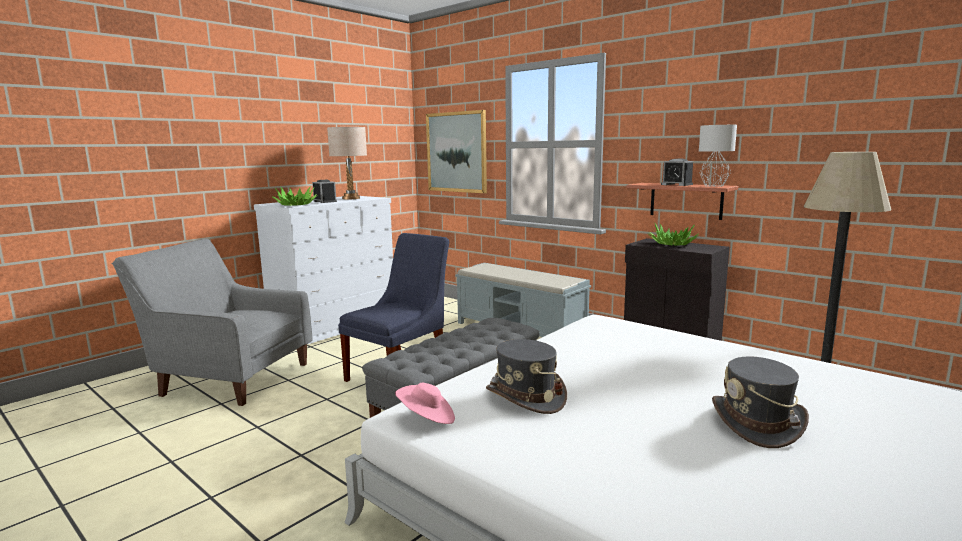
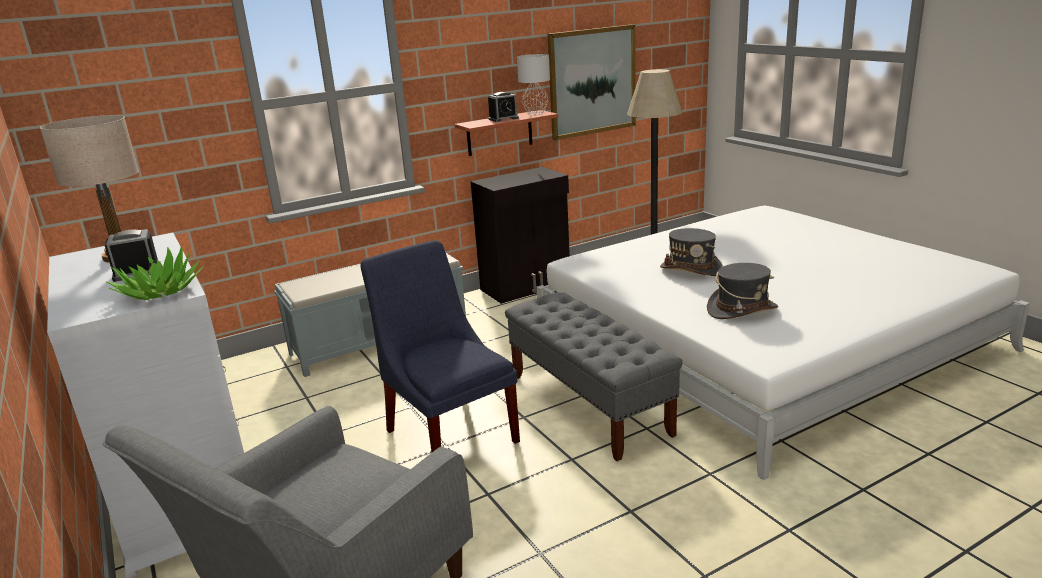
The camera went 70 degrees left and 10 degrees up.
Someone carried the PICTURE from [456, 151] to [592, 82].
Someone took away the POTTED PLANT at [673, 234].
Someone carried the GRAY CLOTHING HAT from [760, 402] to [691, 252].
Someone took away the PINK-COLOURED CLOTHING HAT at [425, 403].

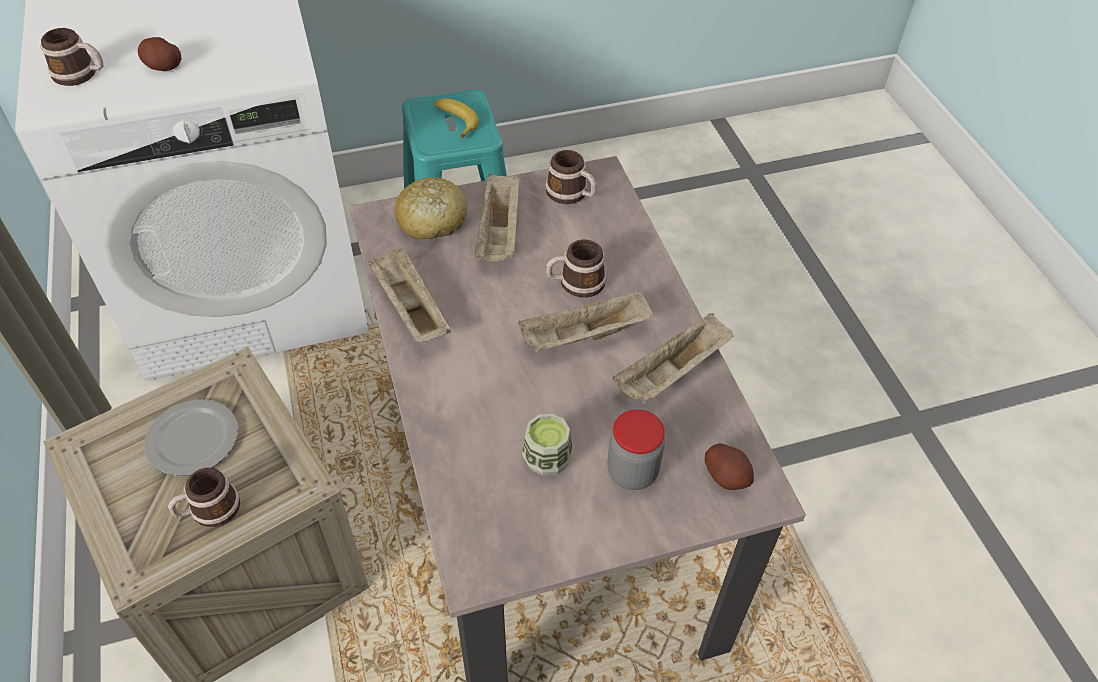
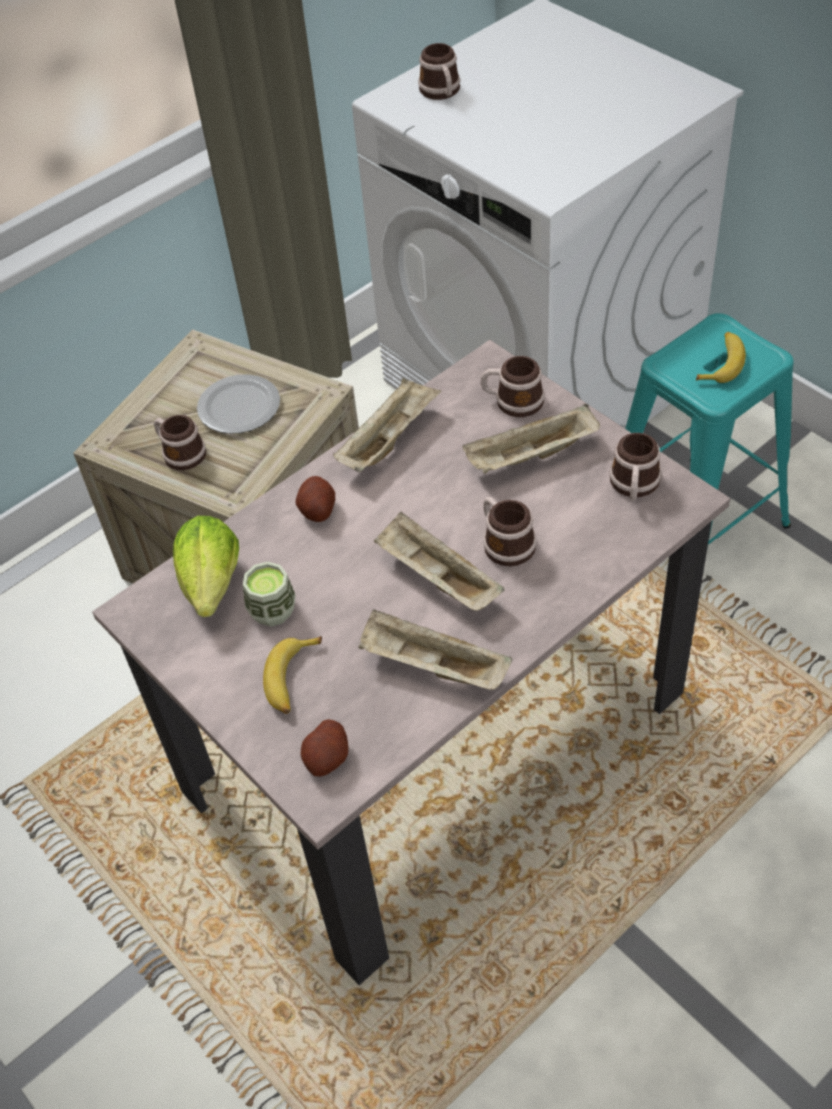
The camera went 70 degrees right and 0 degrees up.
Someone carried the WHOLE POTATO from [160, 54] to [315, 499].
Someone swapped the BAKED BREAD at [431, 208] for the MUG at [513, 386].
Someone swapped the STORAGE JAR at [636, 450] for the BANANA at [292, 675].
Someone put down the HEAD OF LETTUCE at [206, 566].

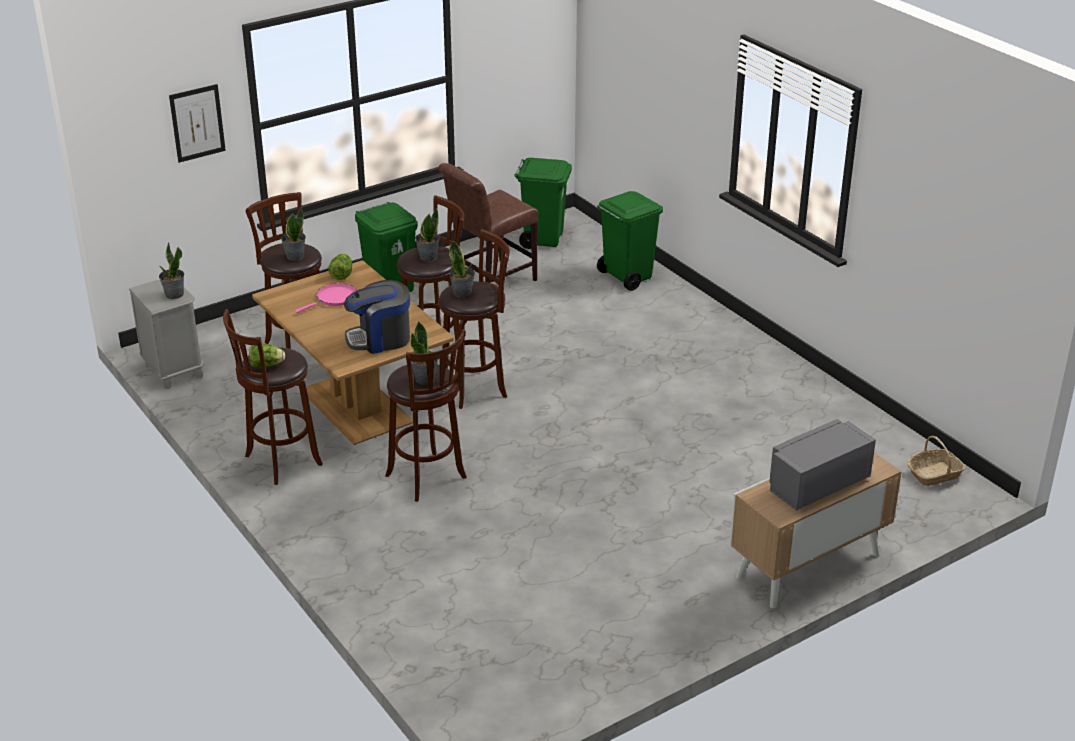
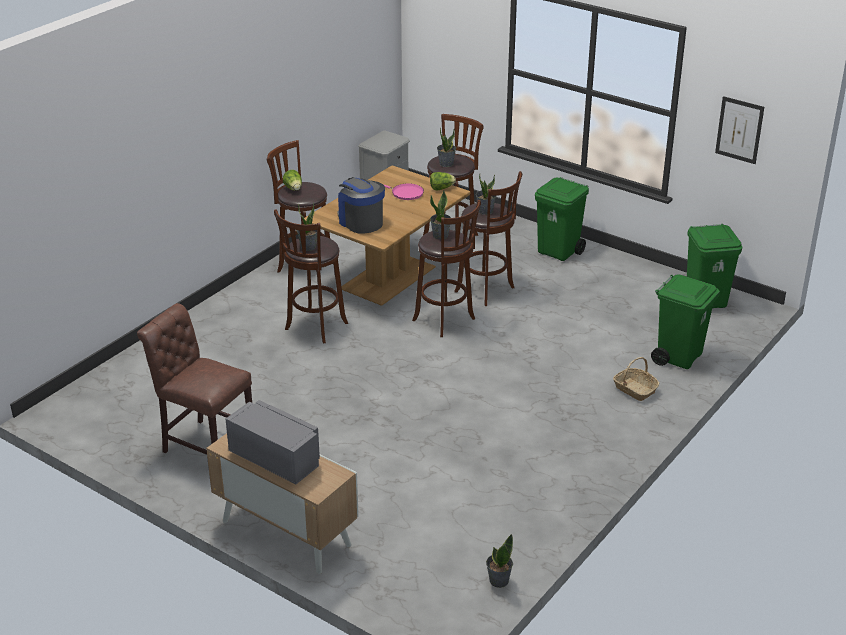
The camera went 70 degrees right and 0 degrees up.
Someone carried the PICTURE from [197, 123] to [739, 130].
Someone carried the BROWN UPRIGHT CHAIR from [488, 223] to [194, 379].
Someone carried the POTTED PLANT from [171, 271] to [499, 561].
Someone carried the BASKET from [936, 461] to [636, 379].

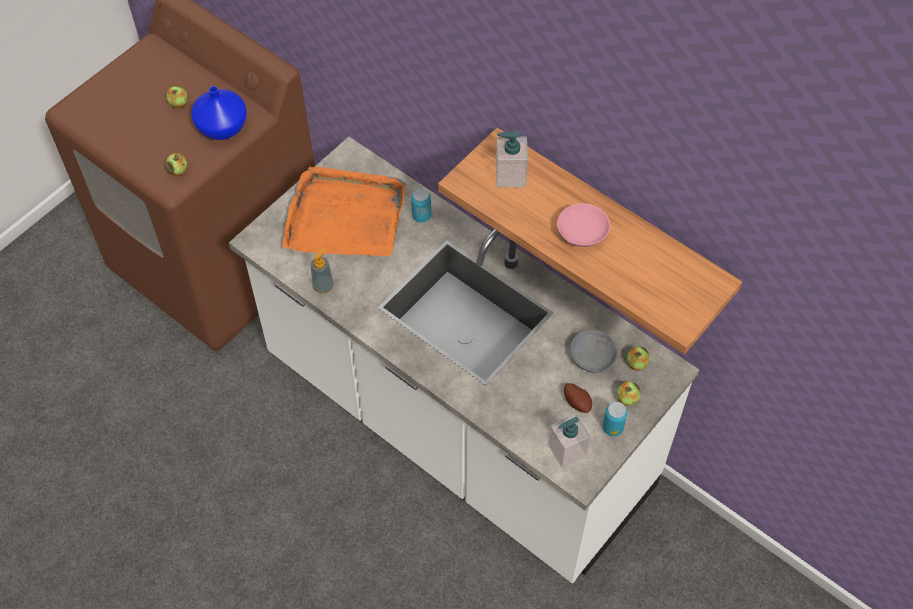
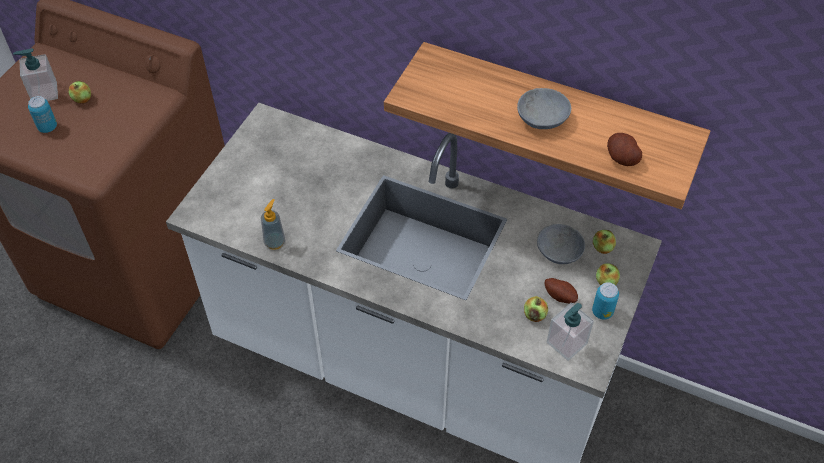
The camera went 15 degrees left and 5 degrees down.
Someone took away the BLUE-COLOURED DECORATIVE VASE at [219, 113].
Someone carried the SOAP DISPENSER from [512, 159] to [35, 74].
Someone carried the APPLE from [176, 164] to [536, 309].
Someone took away the ORANGE-COLOURED CARRYING TRAY at [344, 211].
Someone carried the SEALED CAN from [421, 205] to [42, 114].
Someone repainted the PINK-COLOURED BOWL at [583, 225], which became the GRAY BOWL at [544, 108].
Someone put down the WHOLE POTATO at [624, 149].

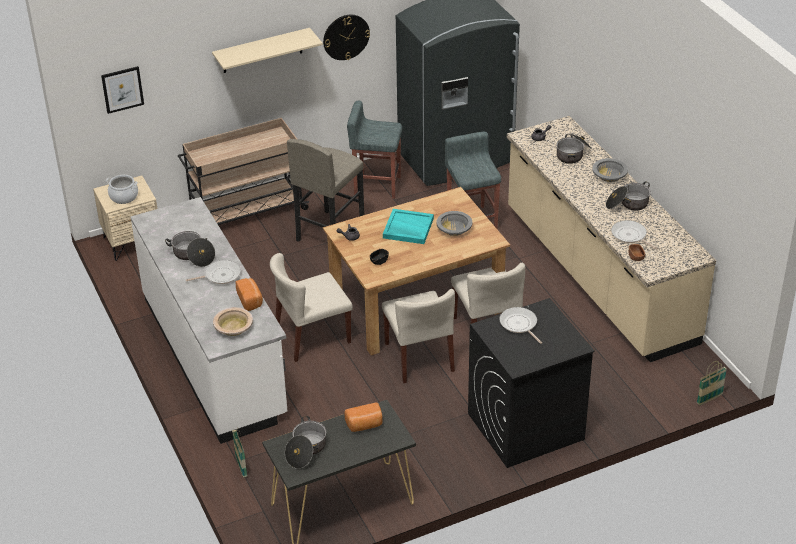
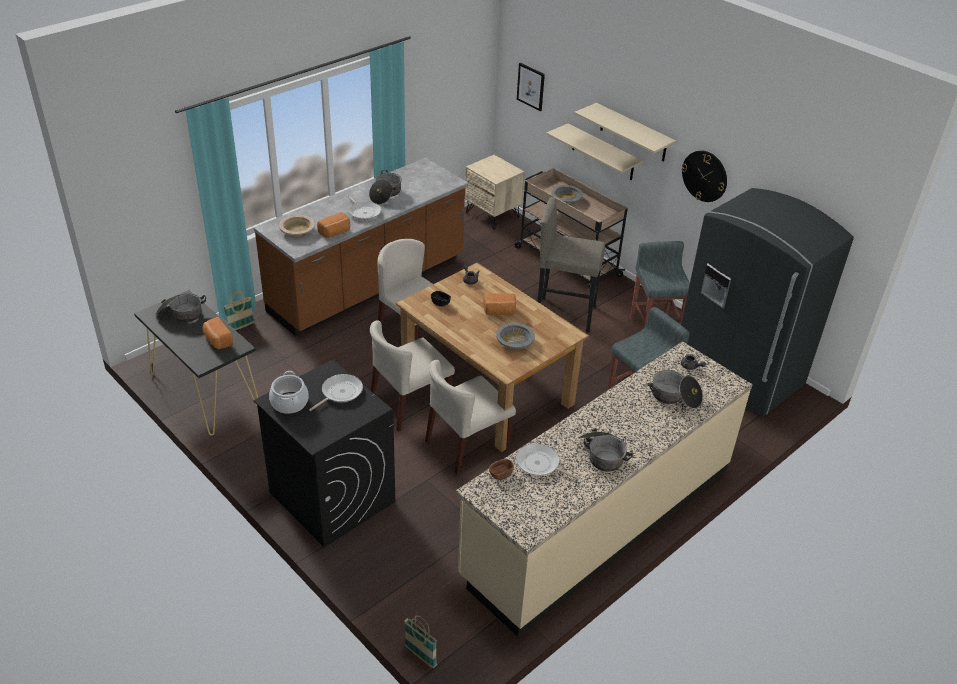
The camera went 70 degrees right and 0 degrees up.
Someone carried the GRAY BOWL from [610, 170] to [567, 195].
Someone carried the COOKING POT from [122, 189] to [289, 392].
Someone repainted the WHITE-COLOURED KITCHEN COUNTER at [208, 320], which became the BROWN KITCHEN COUNTER at [361, 247].
Someone swapped the TURQUOISE-COLOURED CARRYING TRAY at [408, 226] for the BAKED BREAD at [499, 304].
Someone rotated the SKILLET at [634, 235] by 90 degrees counterclockwise.
Someone put up the BEIGE SHELF at [594, 151].

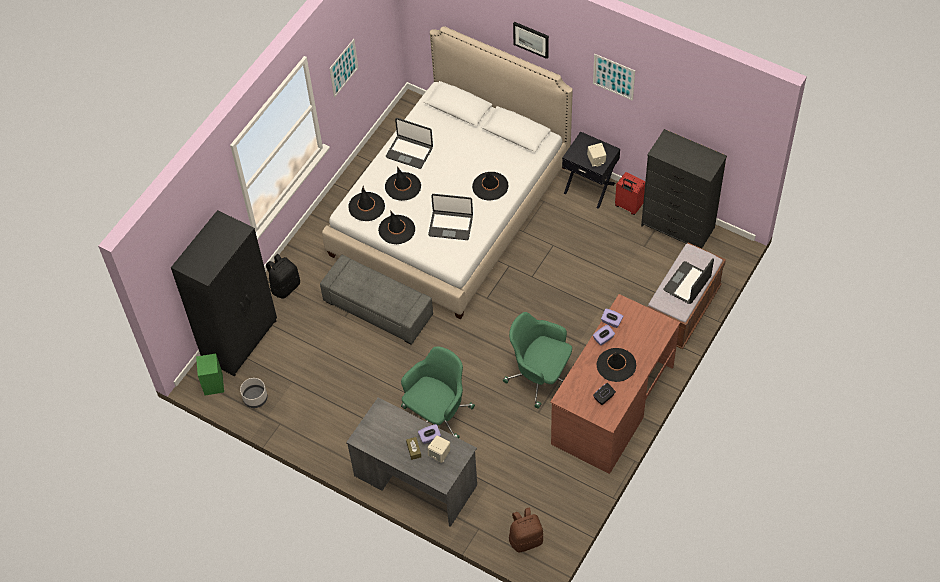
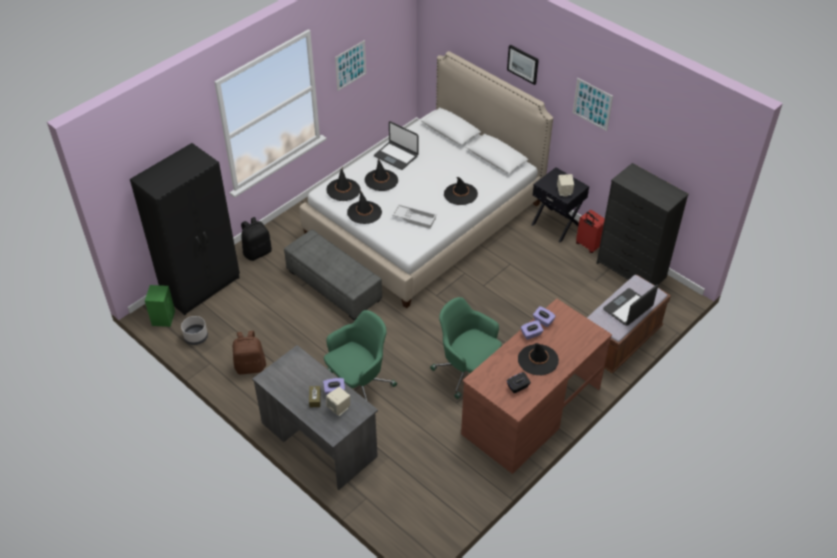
The camera went 10 degrees right and 10 degrees down.
Someone swapped the PORTABLE COMPUTER at [450, 217] for the WHITE-COLOURED CARRYING TRAY at [414, 216].
Someone carried the BROWN RUCKSACK from [526, 530] to [249, 352].

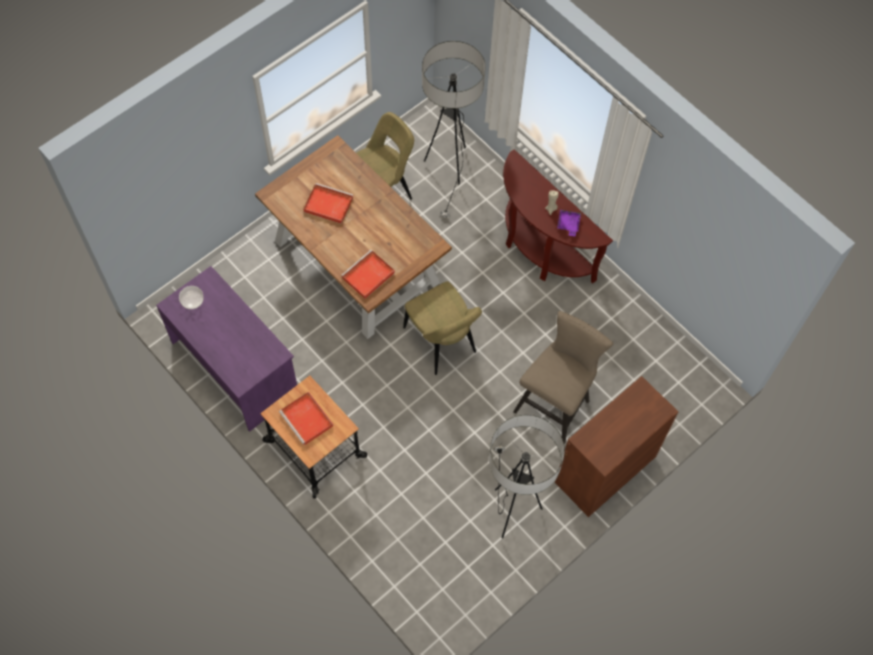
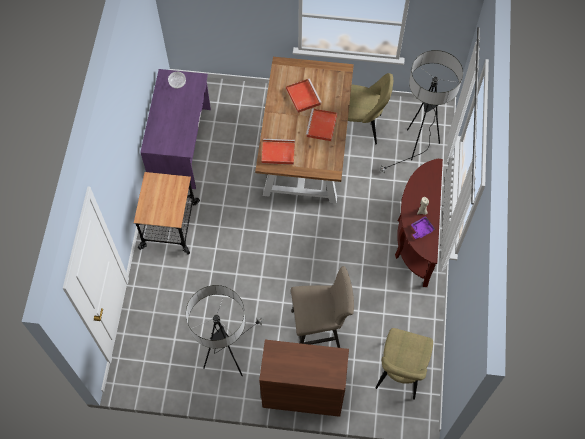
The camera went 50 degrees right and 0 degrees up.
Someone carried the BEIGE UPRIGHT CHAIR from [442, 328] to [404, 364].
Someone carried the REDDISH CARRYING TRAY from [306, 418] to [321, 124].

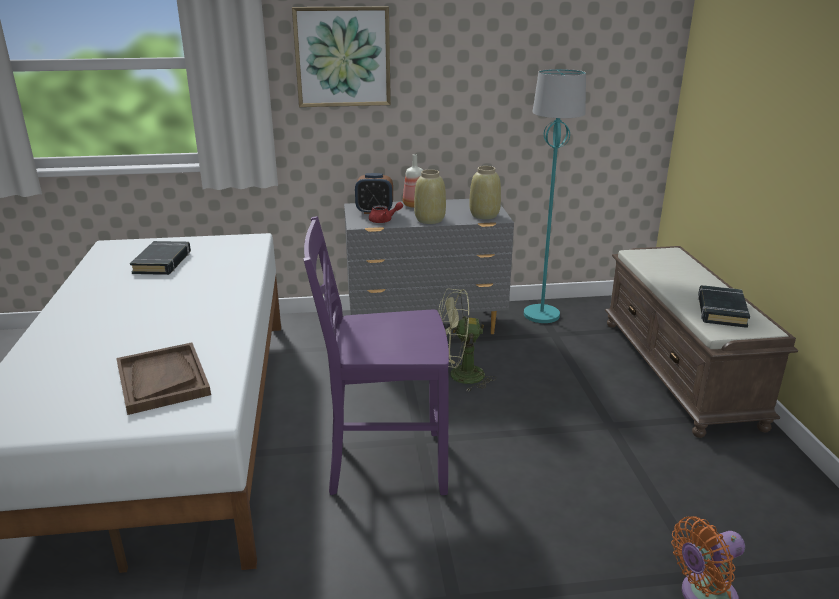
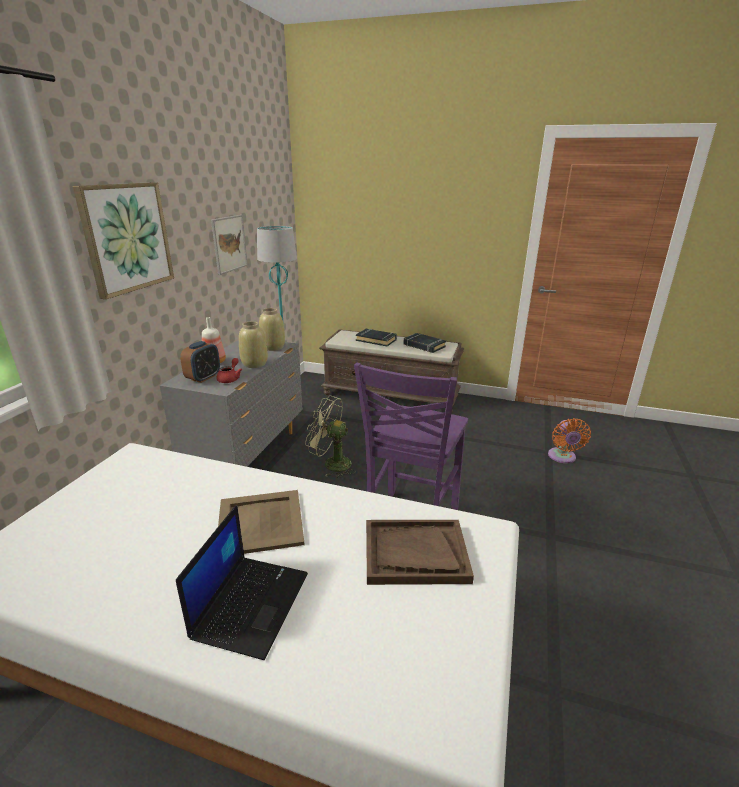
The camera went 65 degrees left and 0 degrees up.
Someone carried the BLACK VOLUME from [160, 258] to [376, 337].
Someone rotated the GREENISH ELECTRIC FAN at [467, 340] by 90 degrees clockwise.
Someone put up the PICTURE at [229, 245].
Someone put down the BEIGE CARRYING TRAY at [261, 522].
Someone put down the PORTABLE COMPUTER at [242, 582].

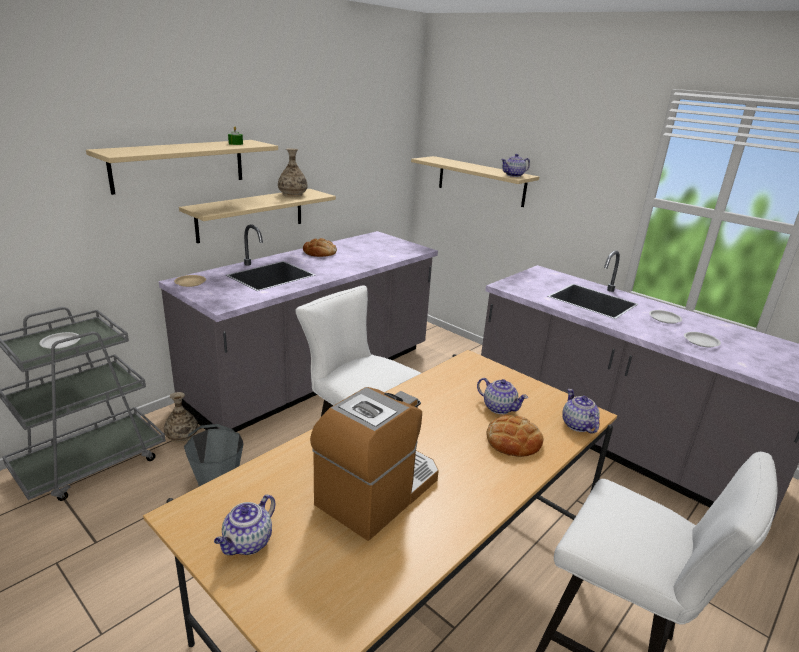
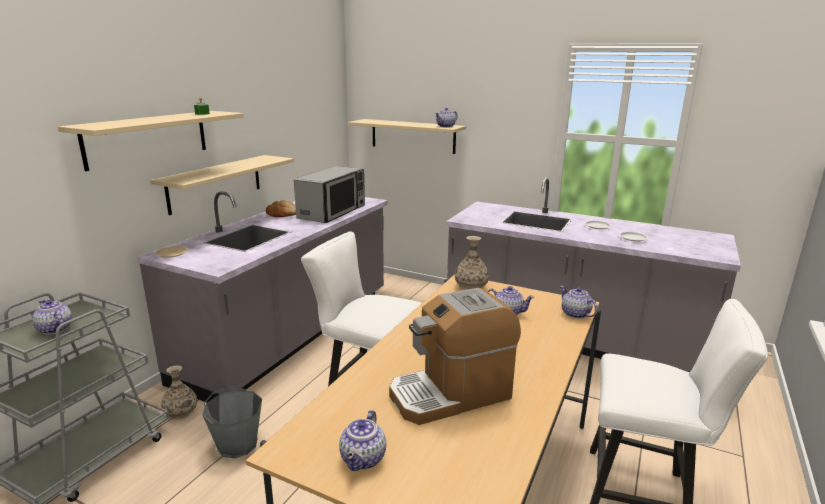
The camera went 15 degrees left and 5 degrees down.
Someone carried the DECORATIVE VASE from [293, 172] to [472, 263].
Someone swapped the WHITE-COLOURED PLATE at [59, 340] for the TEAPOT at [52, 317].
Someone rotated the COFFEE MACHINE at [374, 464] by 135 degrees counterclockwise.
Someone took away the BAKED BREAD at [514, 436].
Someone put down the KITCHEN MICROWAVE at [329, 194].

